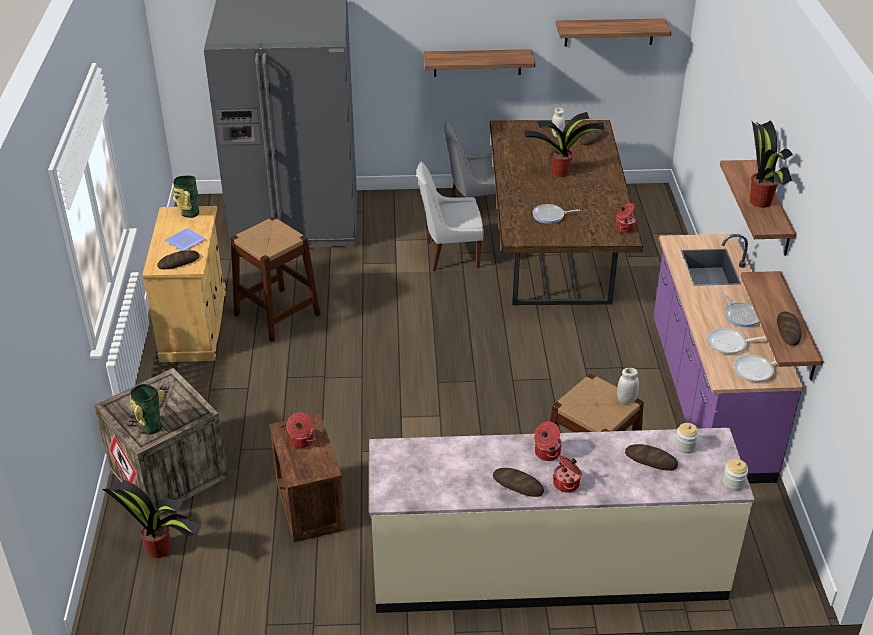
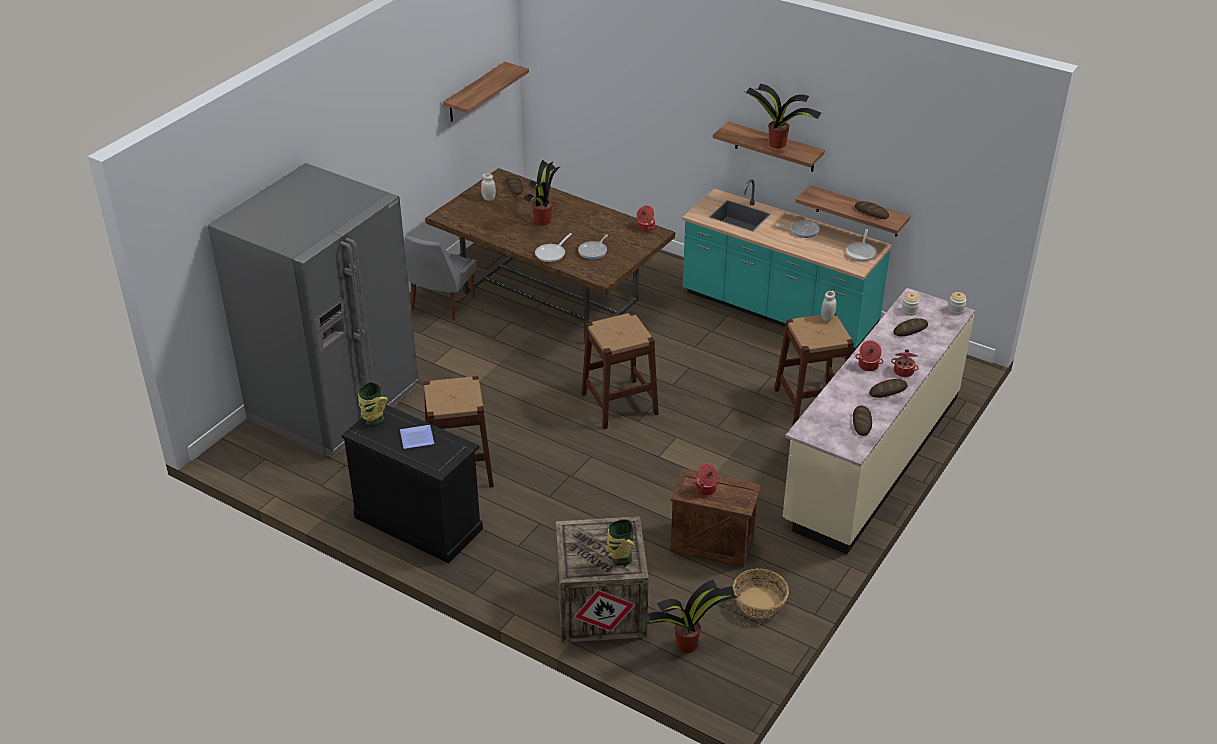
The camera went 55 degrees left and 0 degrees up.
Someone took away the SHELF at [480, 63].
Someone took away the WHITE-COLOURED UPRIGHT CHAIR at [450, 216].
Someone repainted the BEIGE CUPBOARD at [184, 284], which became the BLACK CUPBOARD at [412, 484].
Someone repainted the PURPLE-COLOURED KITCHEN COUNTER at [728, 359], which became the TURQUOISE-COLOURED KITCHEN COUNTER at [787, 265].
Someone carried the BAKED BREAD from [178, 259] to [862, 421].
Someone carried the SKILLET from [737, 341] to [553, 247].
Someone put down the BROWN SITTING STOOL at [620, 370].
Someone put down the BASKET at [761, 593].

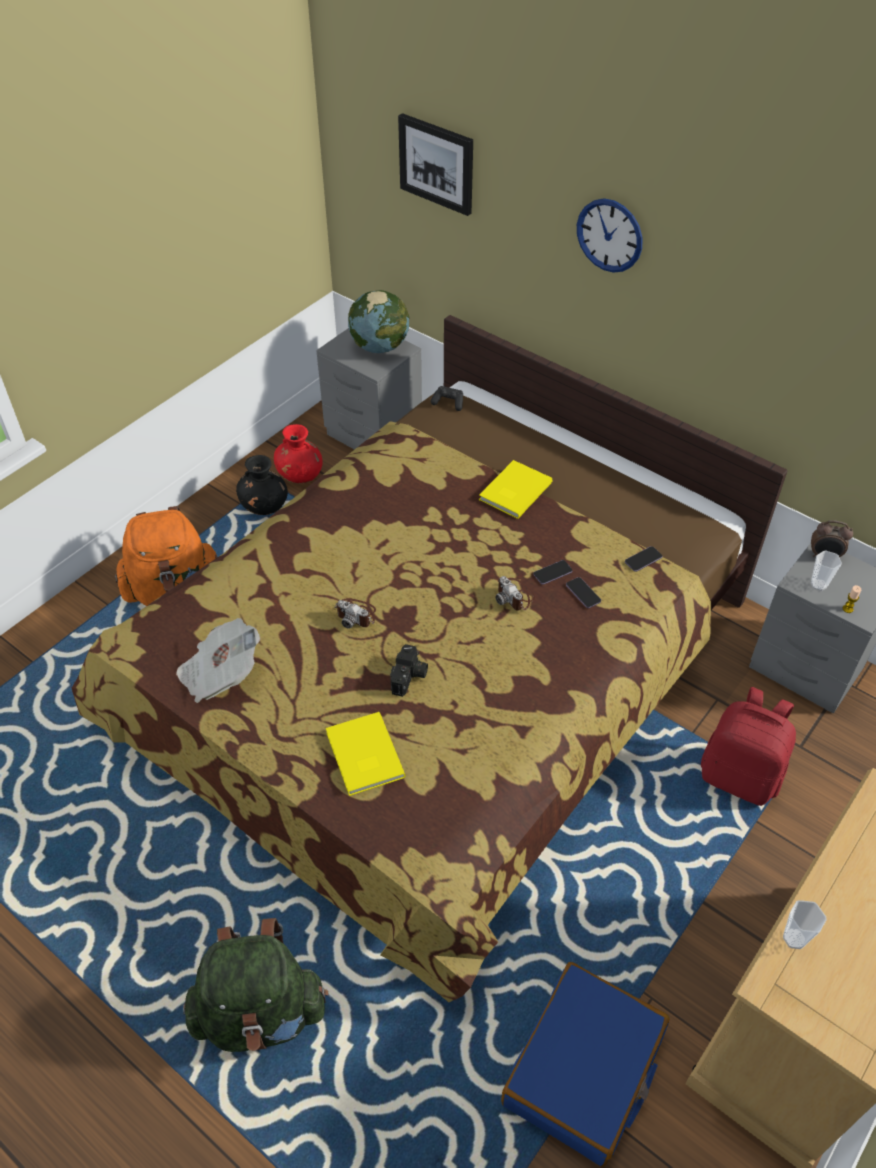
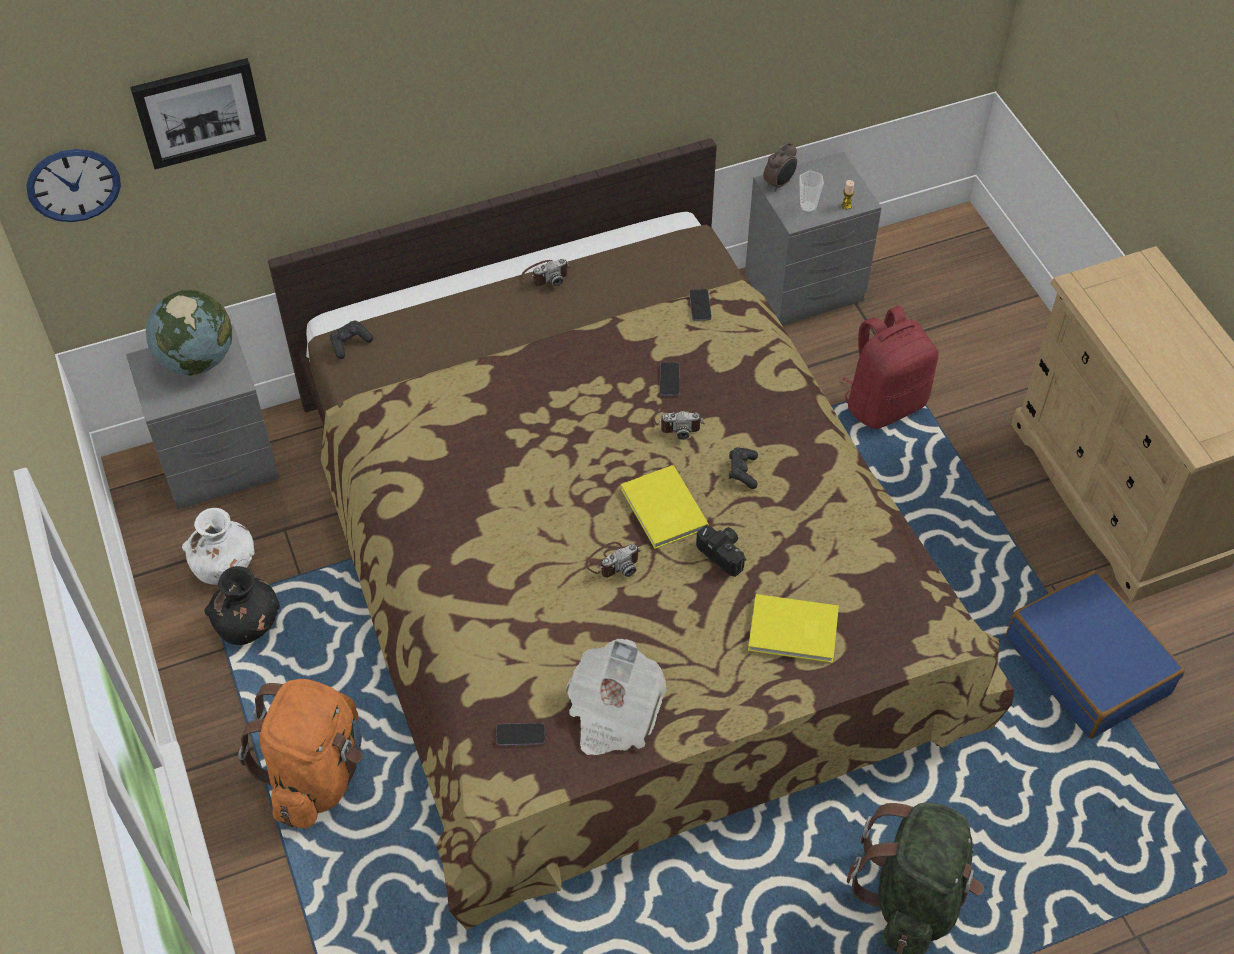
The camera went 60 degrees left and 5 degrees up.
Someone carried the CLOCK ON THE WALL from [609, 235] to [73, 185].
Someone repainted the REDDISH DECORATIVE VASE at [298, 453], which became the WHITE-COLOURED DECORATIVE VASE at [218, 546].
Someone carried the YELLOW-COLOURED VOLUME from [516, 489] to [665, 507].
Someone carried the PHONE from [583, 592] to [520, 734].
Someone took away the DRINKING CUP at [805, 924].
Someone put down the STILL CAMERA at [545, 272].
Someone put down the BLACK JOYPAD at [743, 468].

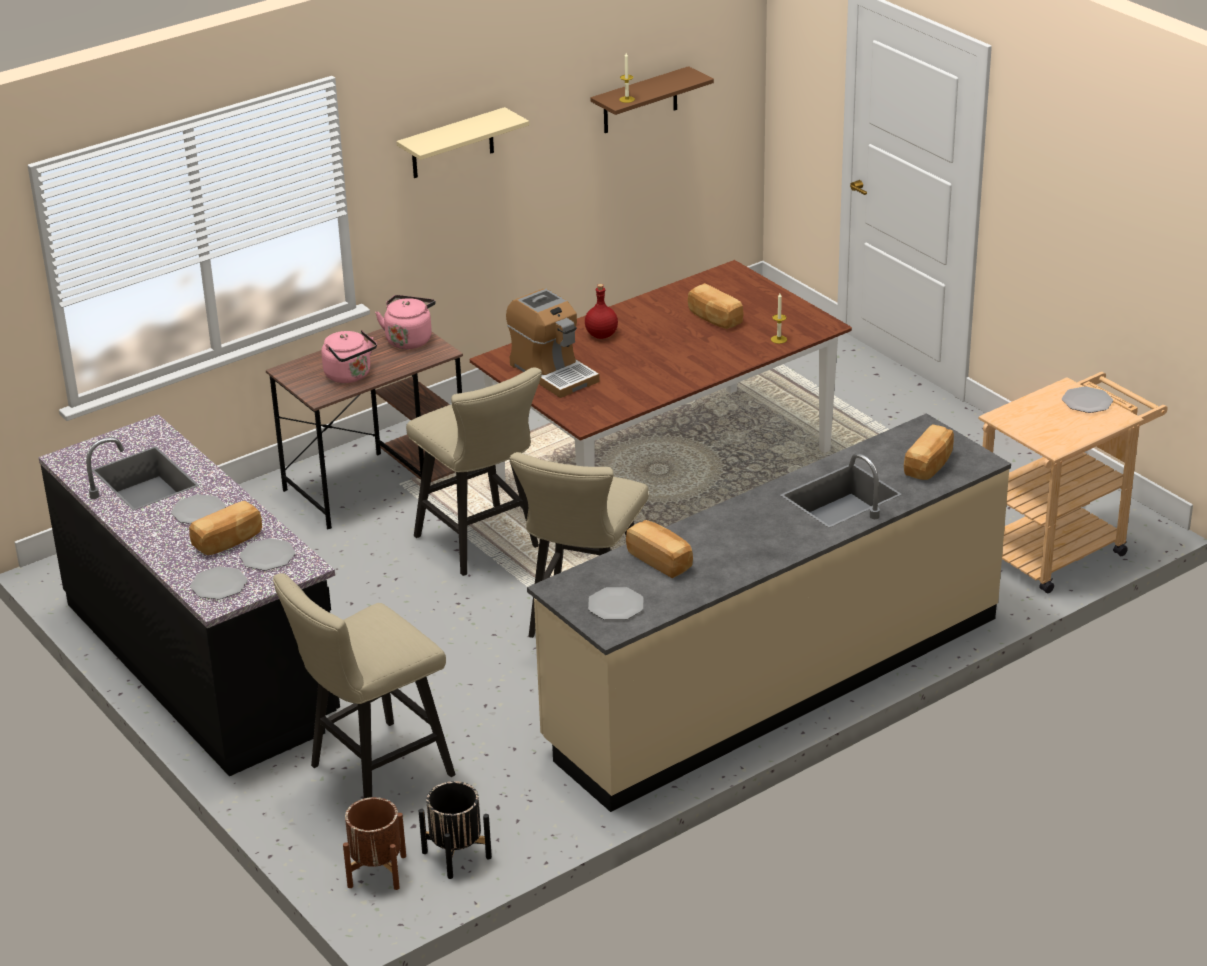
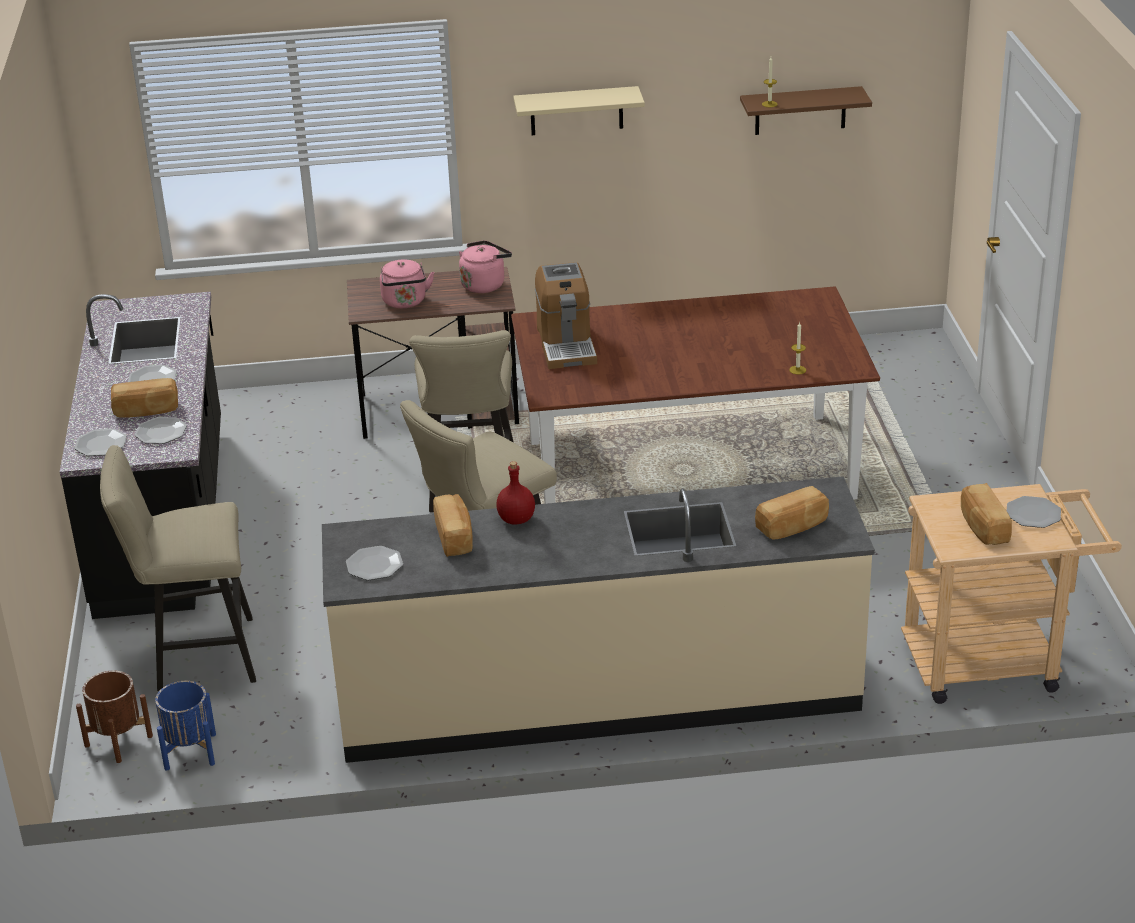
The camera went 30 degrees right and 0 degrees up.
Someone carried the BAKED BREAD from [716, 306] to [986, 514].
Someone carried the REDDISH BEVERAGE BOTTLE from [601, 311] to [515, 492].
Someone repainted the BLACK PLANT POT at [455, 830], which became the BLUE-COLOURED PLANT POT at [185, 725].

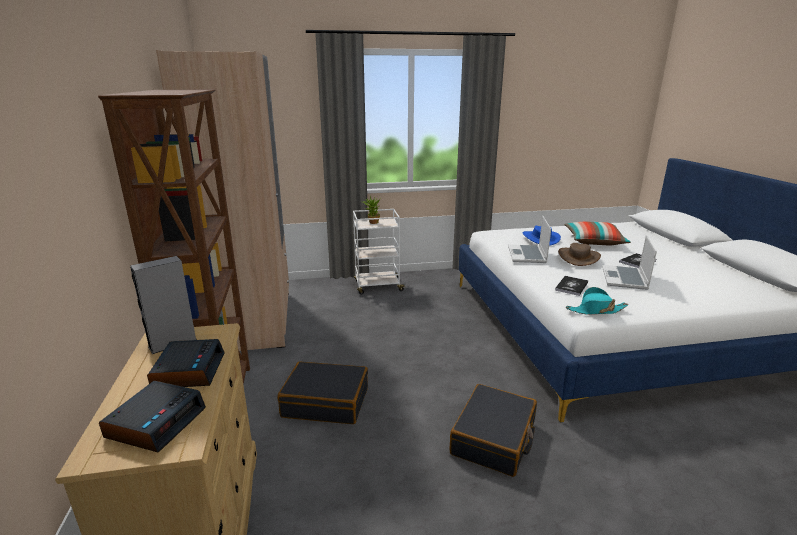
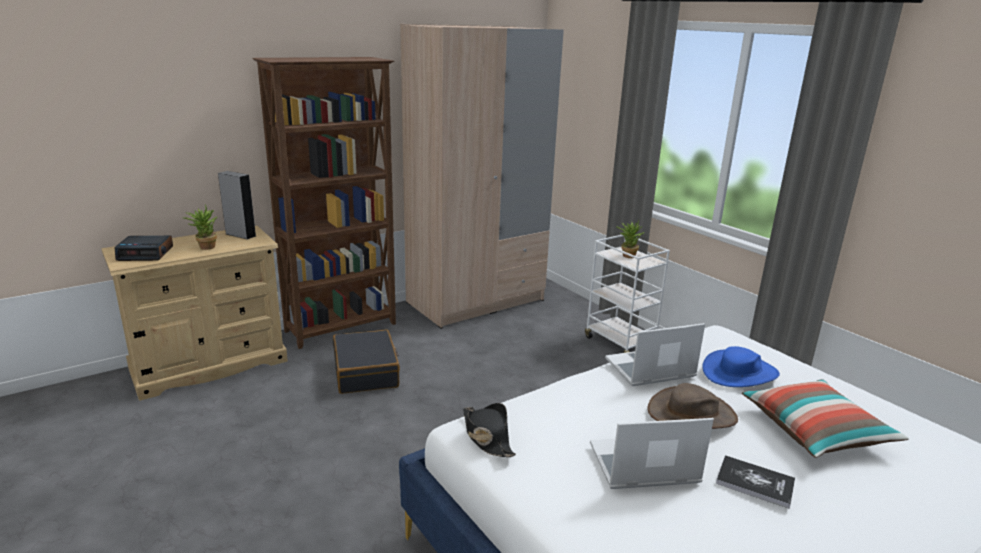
The camera went 65 degrees right and 0 degrees up.
Someone took away the VOLUME at [571, 286].
Someone repainted the TURQUOISE-COLOURED CLOTHING HAT at [597, 300], which became the BLACK CLOTHING HAT at [489, 430].
Someone swapped the ALARM CLOCK at [186, 363] for the POTTED PLANT at [200, 227].
Someone took away the BLACK TRAVEL CASE at [493, 430].

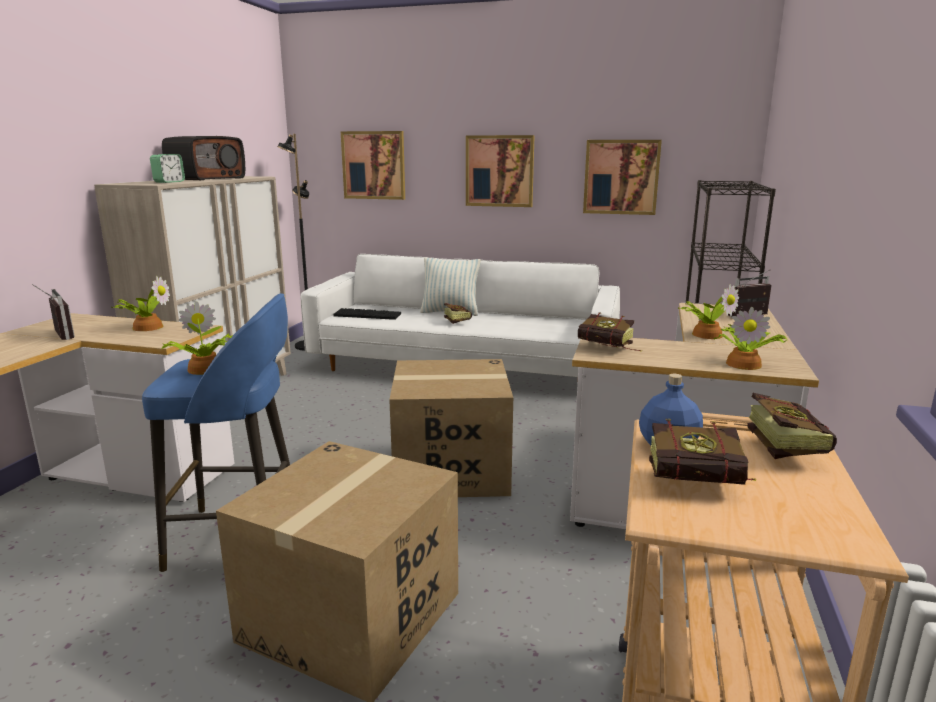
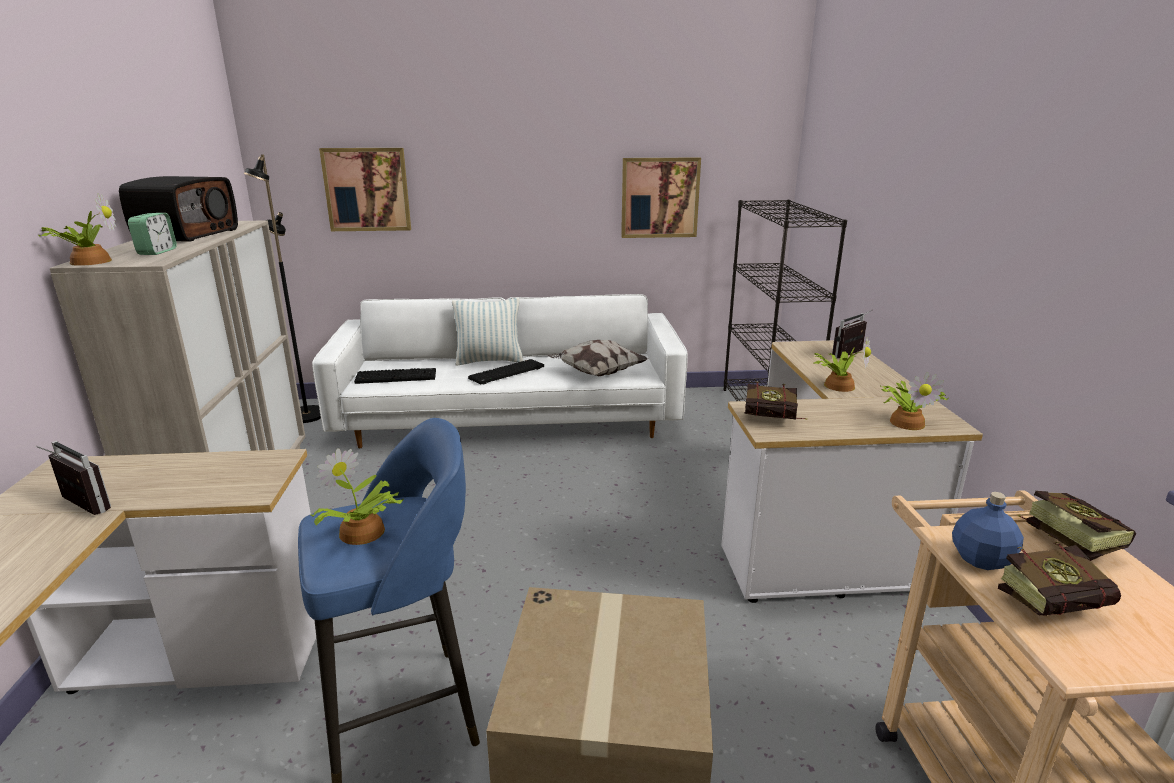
The camera went 20 degrees left and 5 degrees up.
Someone took away the PICTURE at [500, 171].
Someone carried the POTTED PLANT from [140, 303] to [77, 229].
Someone swapped the VOLUME at [458, 313] for the COMPUTER KEYBOARD at [506, 371].
Someone took away the CARDBOARD BOX at [451, 428].
Someone put down the CUSHION at [597, 358].

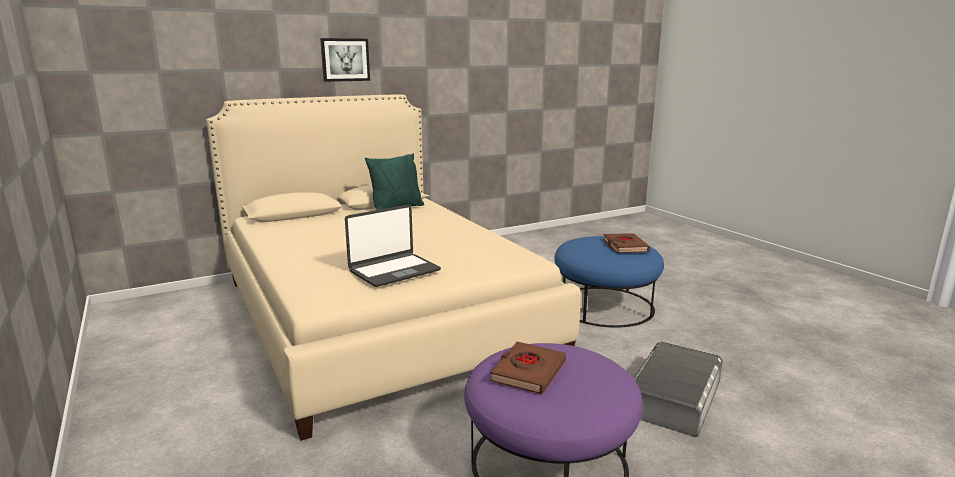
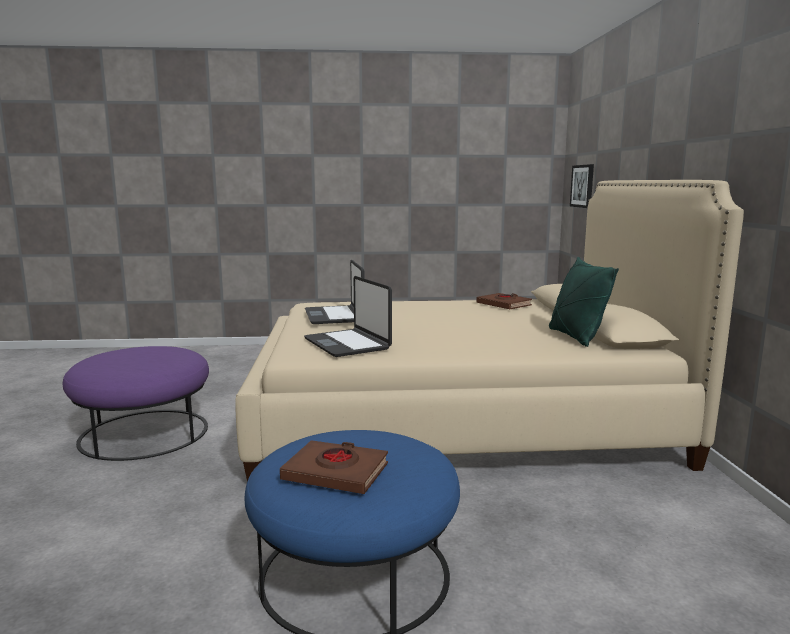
The camera went 115 degrees right and 5 degrees down.
Someone carried the PICTURE from [345, 60] to [582, 186].
Someone carried the BROWN VOLUME from [528, 368] to [504, 301].
Someone took away the GRAY STORAGE BIN at [678, 390].
Someone put down the PORTABLE COMPUTER at [348, 316].

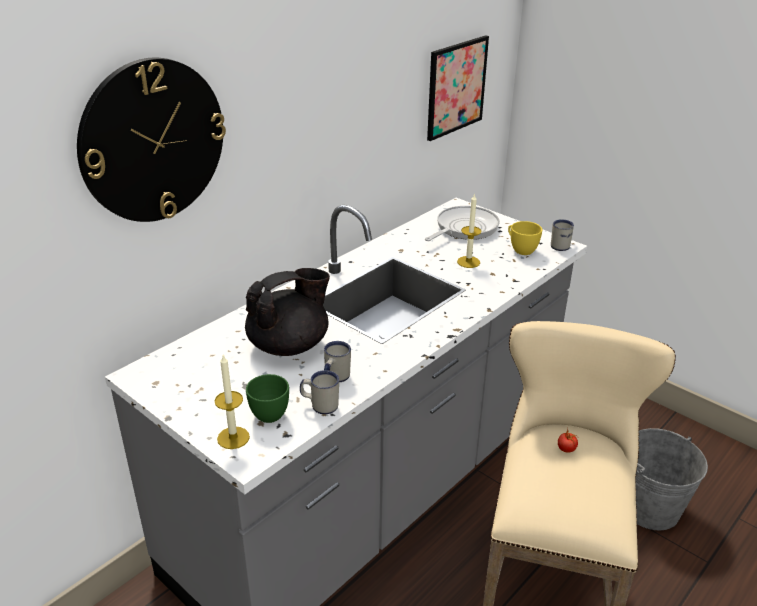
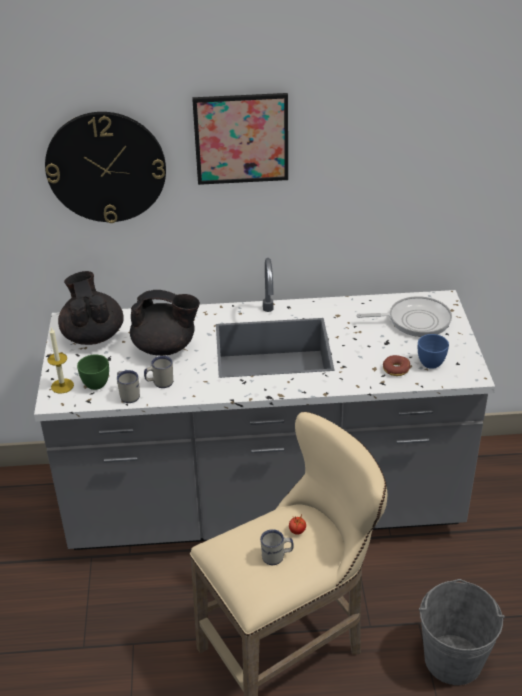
The camera went 45 degrees right and 5 degrees up.
Someone carried the PICTURE from [458, 88] to [240, 139].
Someone took away the CANDLE at [469, 230].
Someone carried the WHITE-COLOURED MUG from [562, 235] to [277, 547].
Someone repainted the YELLOW-COLOURED DRINKING CUP at [525, 238], which became the BLUE-COLOURED DRINKING CUP at [433, 351].
Someone put down the BLACK TEAPOT at [91, 308].
Someone put down the RING DOUGHNUT at [396, 365].

